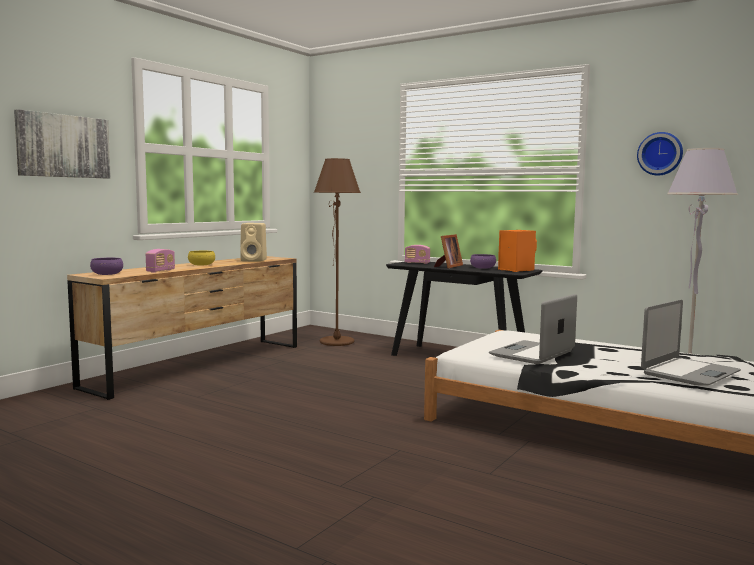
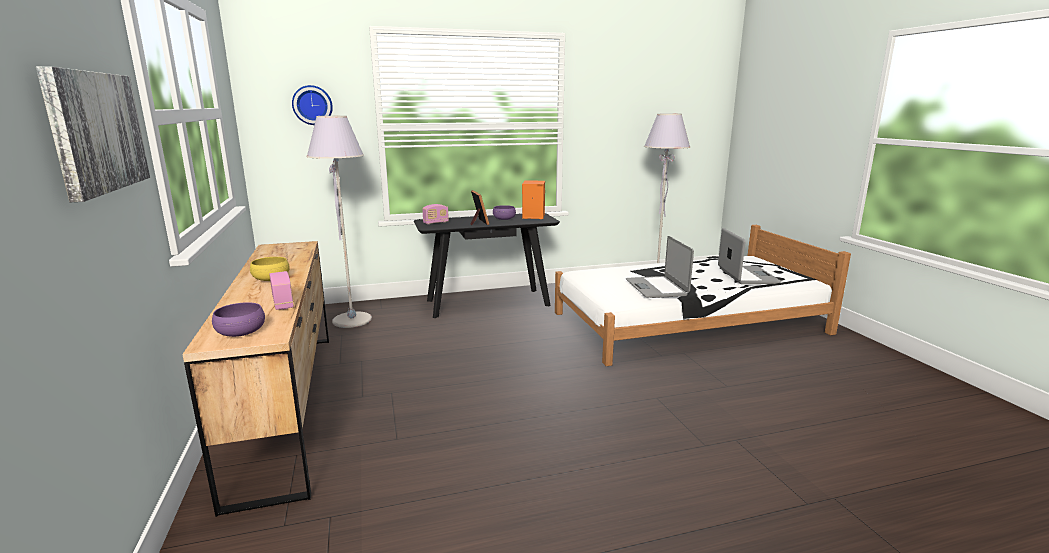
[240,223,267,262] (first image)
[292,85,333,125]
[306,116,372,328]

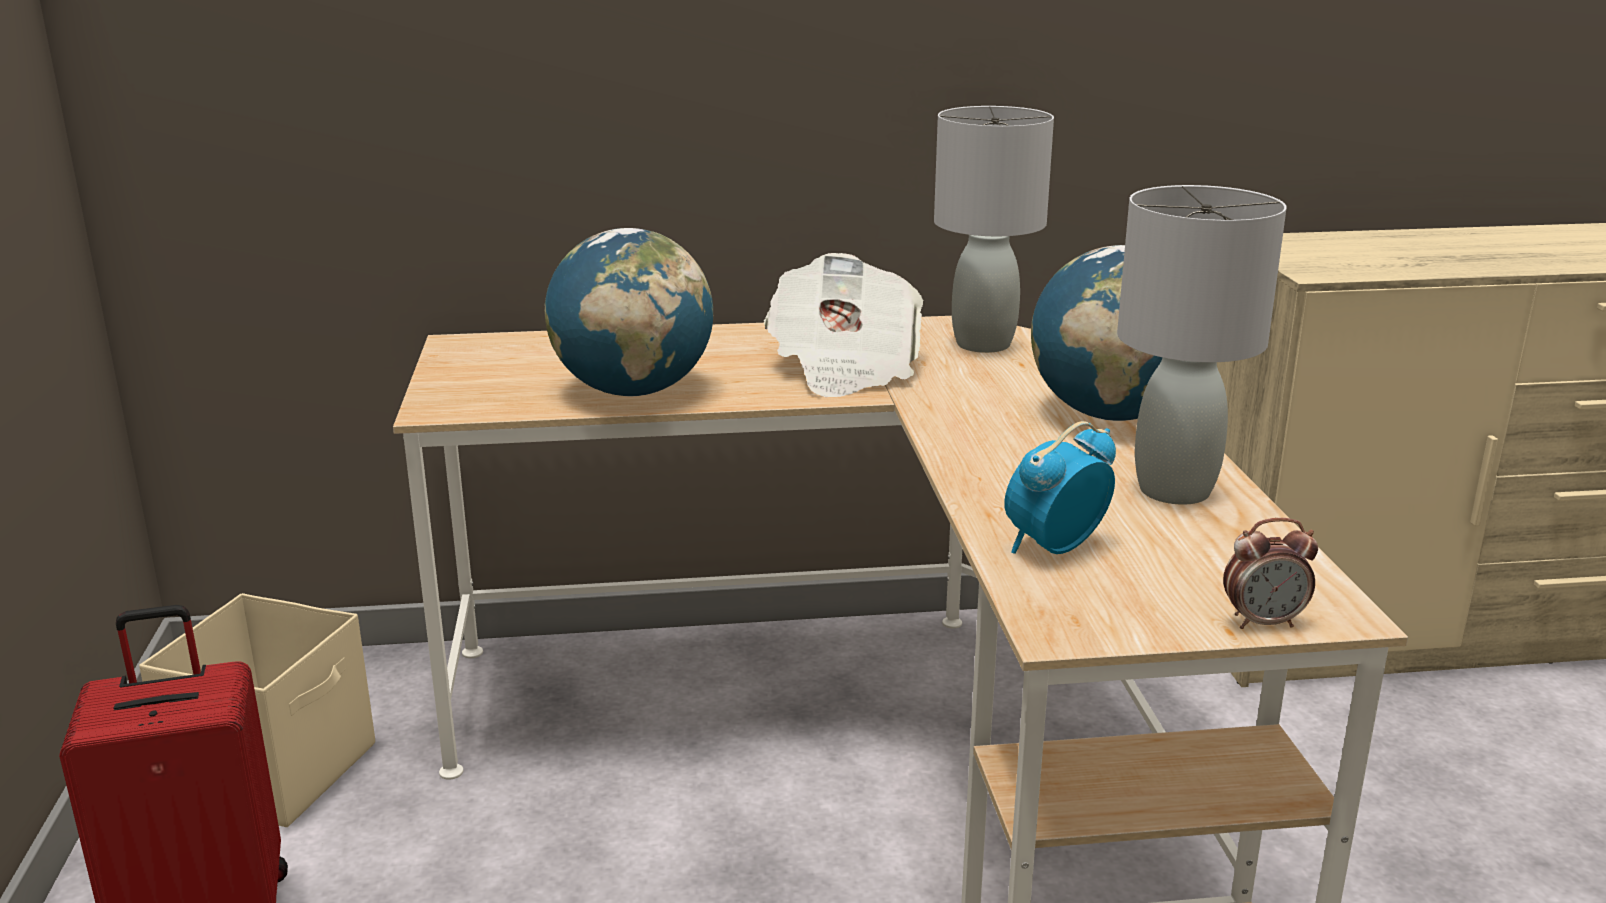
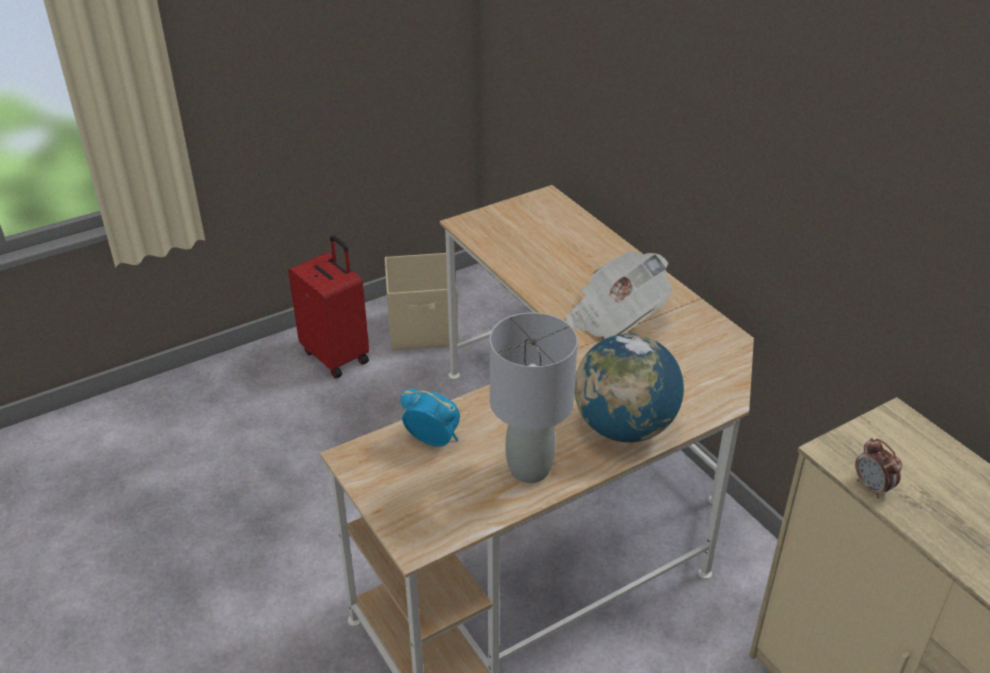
[545,228,713,397] (first image)
[934,106,1054,353] (first image)
[855,438,902,498]

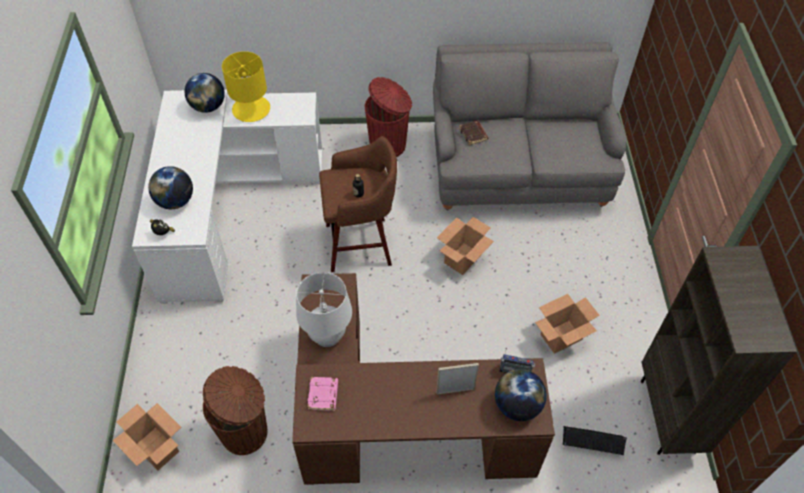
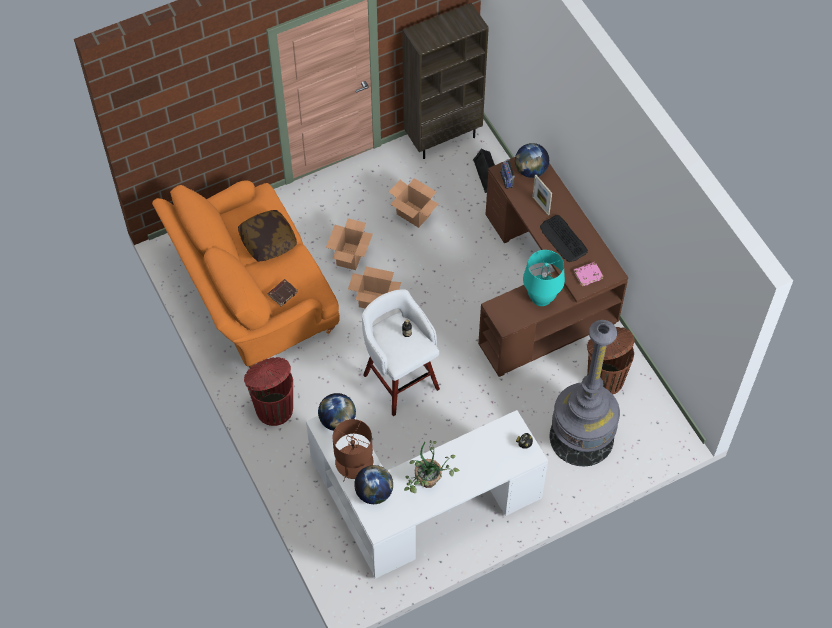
[238,210,297,262]
[404,440,459,493]
[540,215,588,262]
[550,320,620,467]
[326,218,373,270]
[318,393,356,431]
[332,419,373,481]
[523,250,565,306]
[362,289,440,416]
[152,180,339,369]

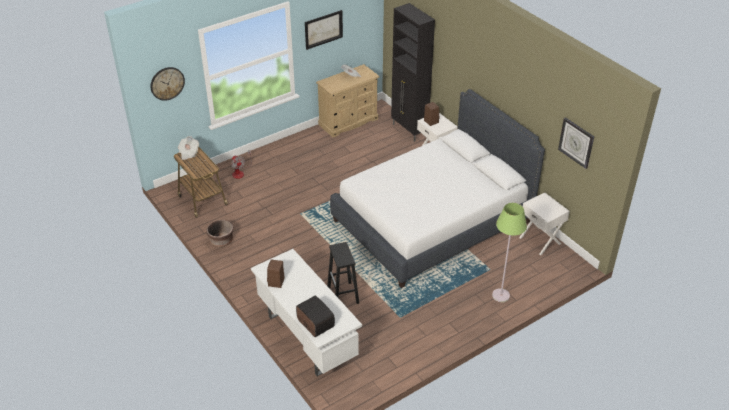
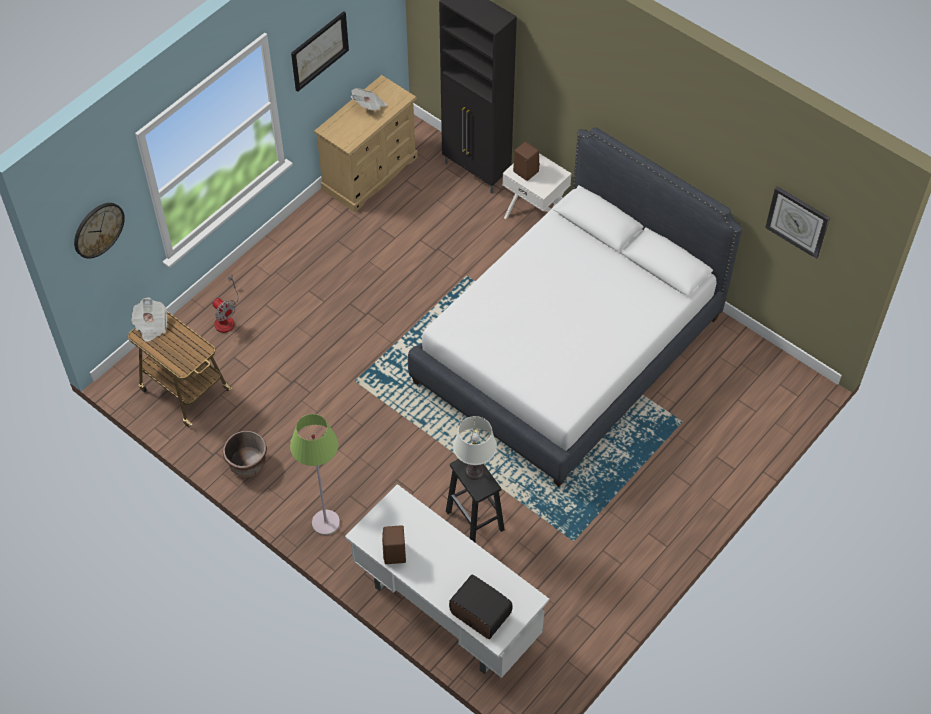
[519,192,570,255] (first image)
[453,416,497,480]
[290,414,340,535]

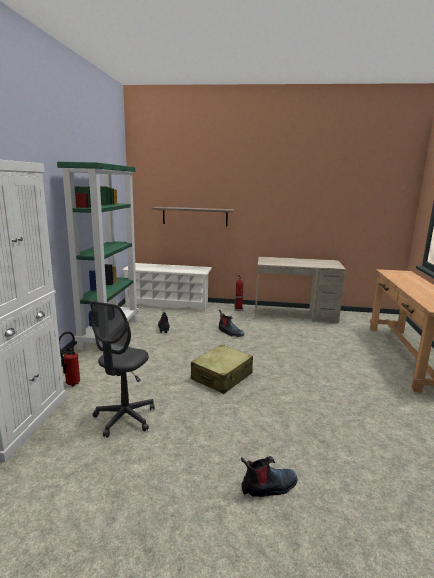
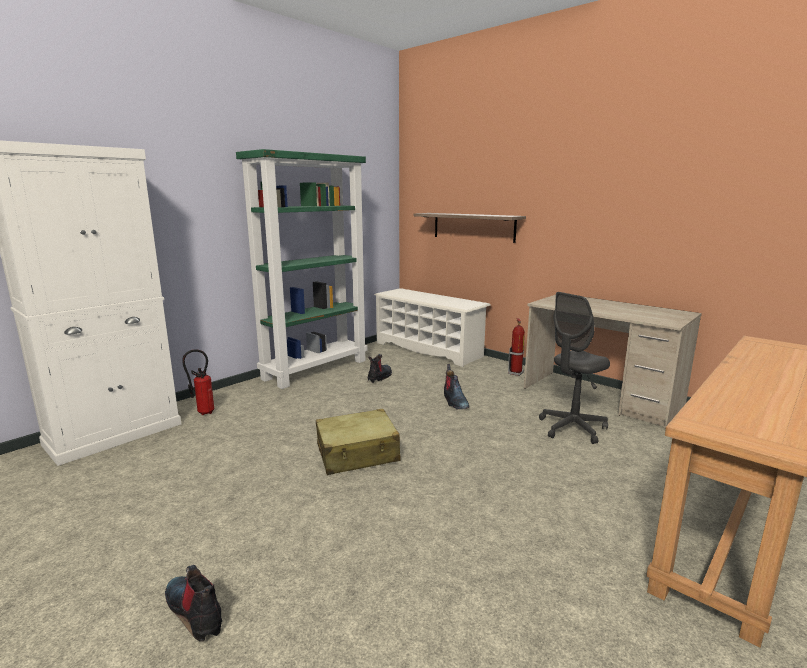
[539,292,610,444]
[165,565,222,642]

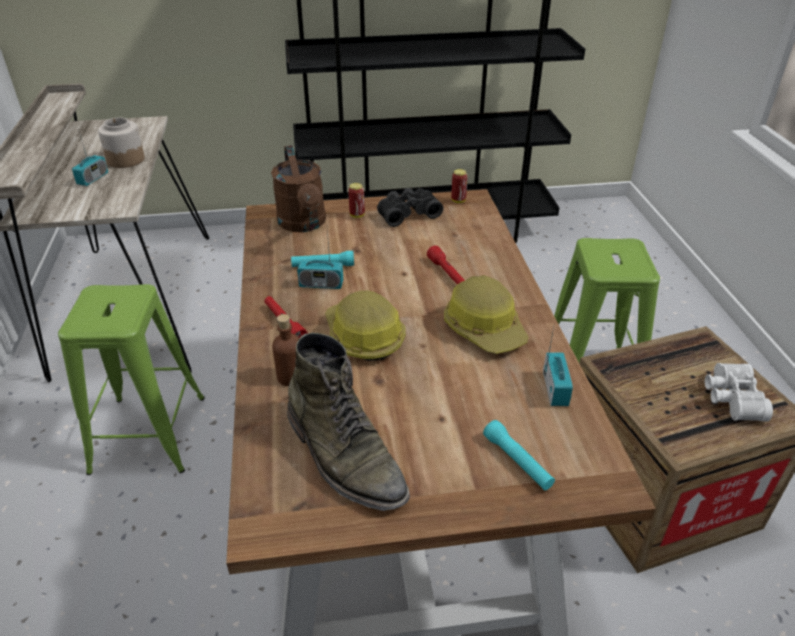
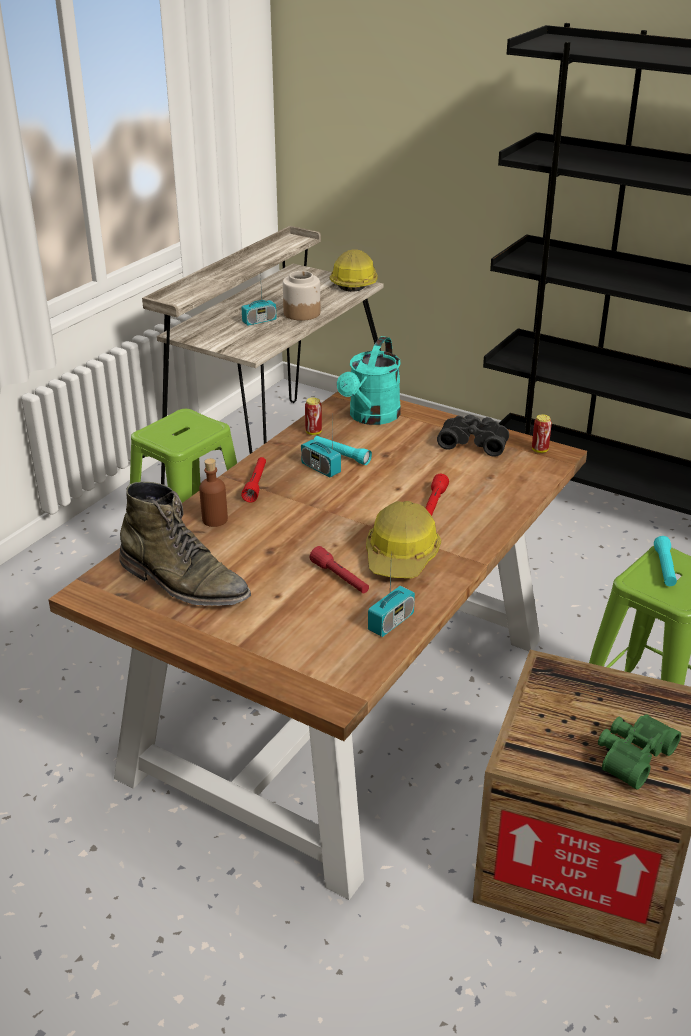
[310,546,369,593]
[330,249,378,292]
[305,398,322,435]
[654,536,677,586]
[337,336,401,425]
[598,714,681,790]
[119,482,251,606]

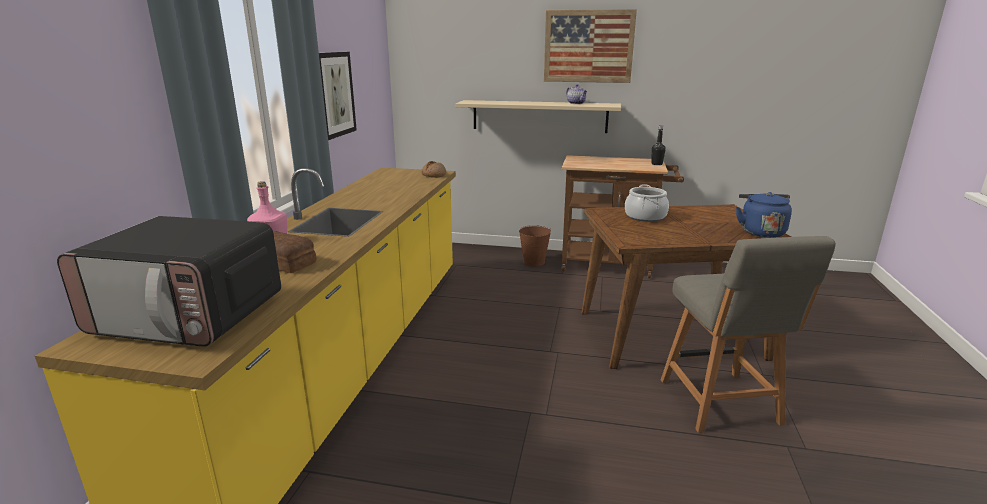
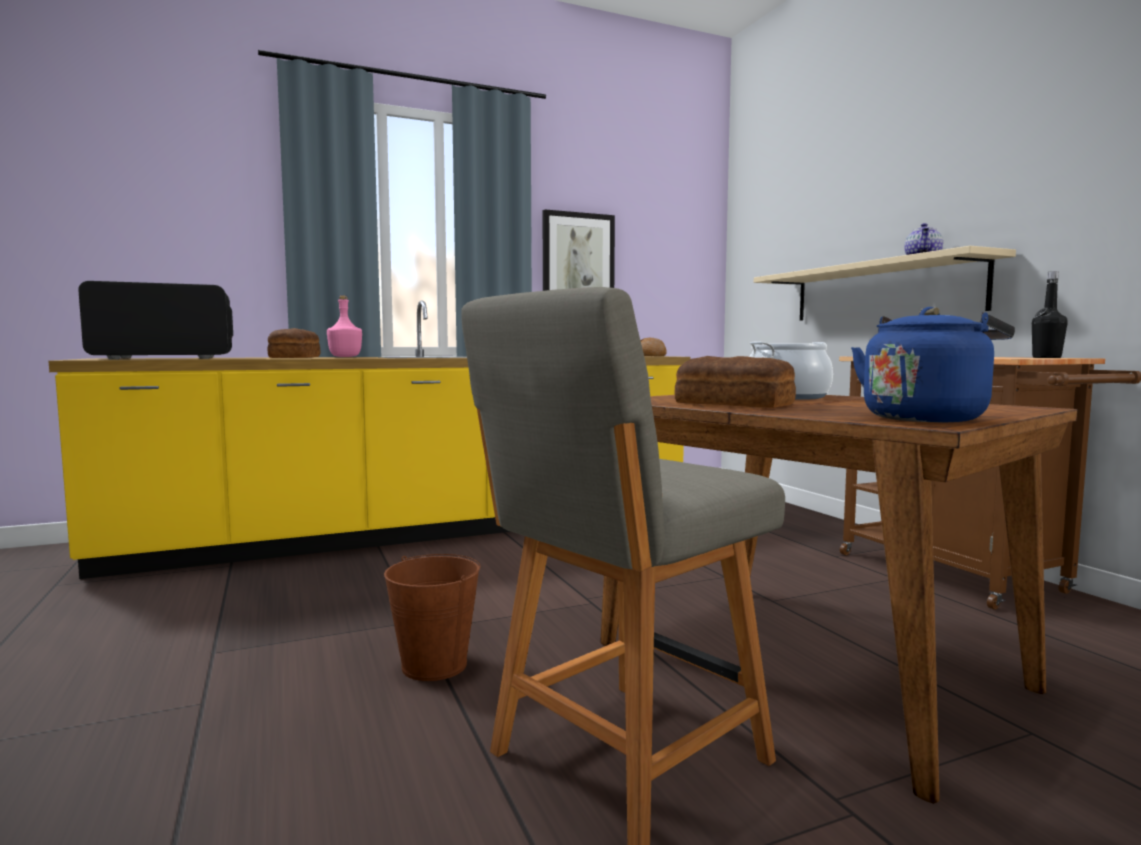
[544,9,637,83] (first image)
[675,356,796,408]
[384,554,480,681]
[78,281,233,359]

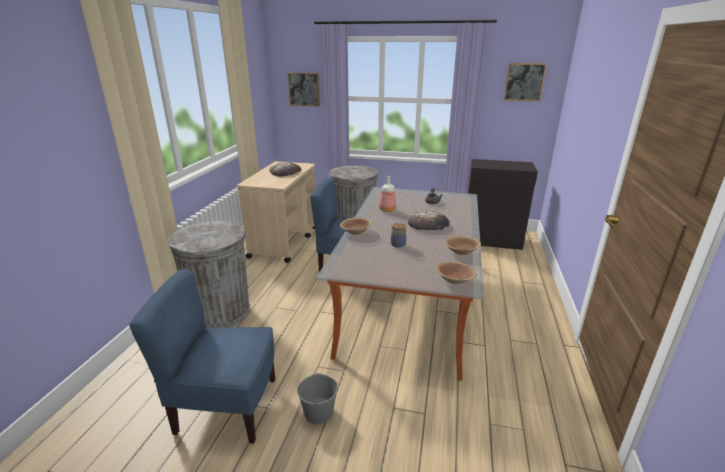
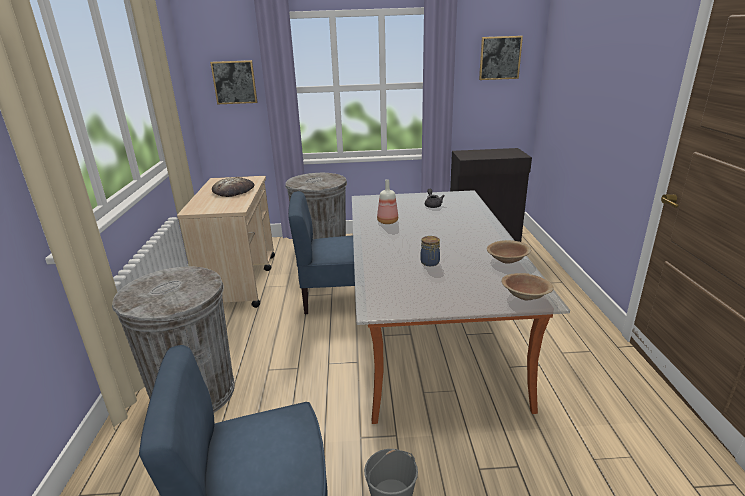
[340,217,372,235] (first image)
[408,210,450,230] (first image)

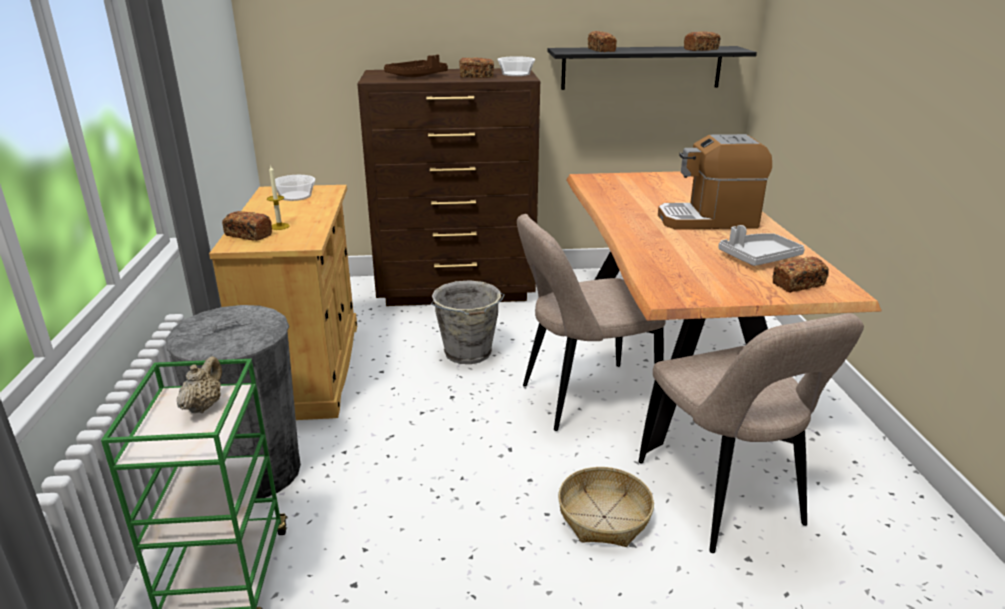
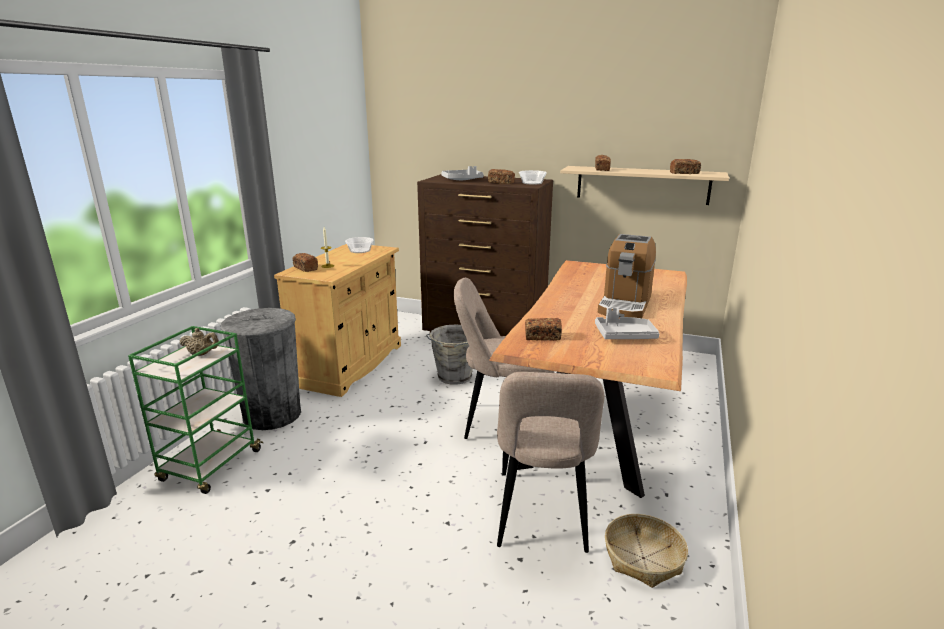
[605,514,688,588]
[525,318,562,341]
[441,166,484,180]
[560,166,729,205]
[179,328,219,356]
[598,234,656,318]

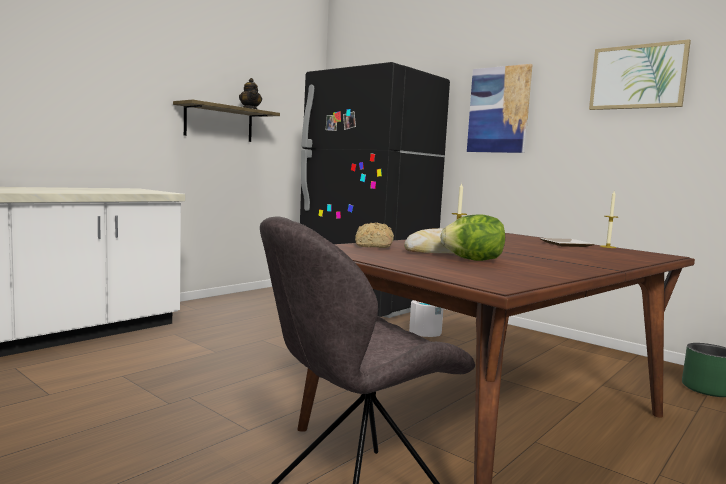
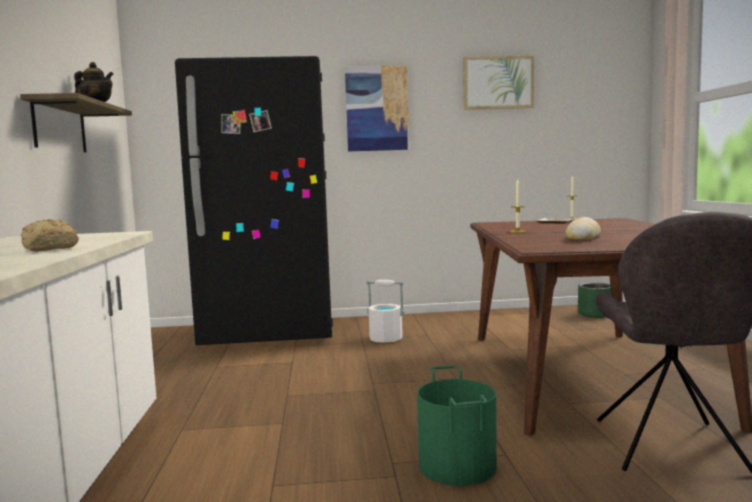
[440,214,505,261] (first image)
[417,365,497,486]
[21,219,79,252]

